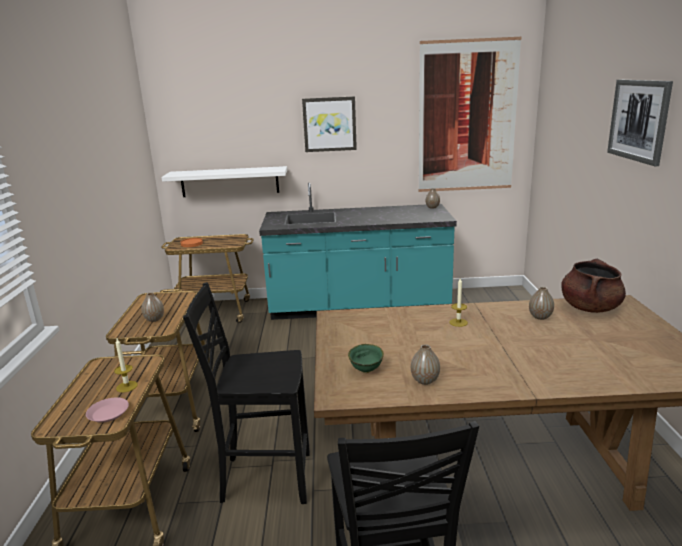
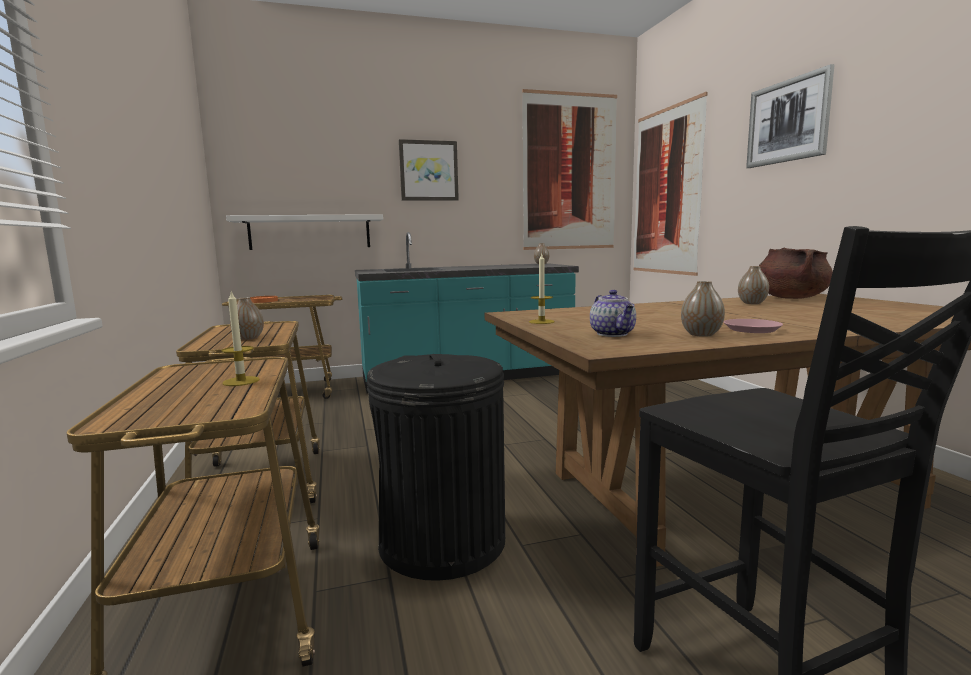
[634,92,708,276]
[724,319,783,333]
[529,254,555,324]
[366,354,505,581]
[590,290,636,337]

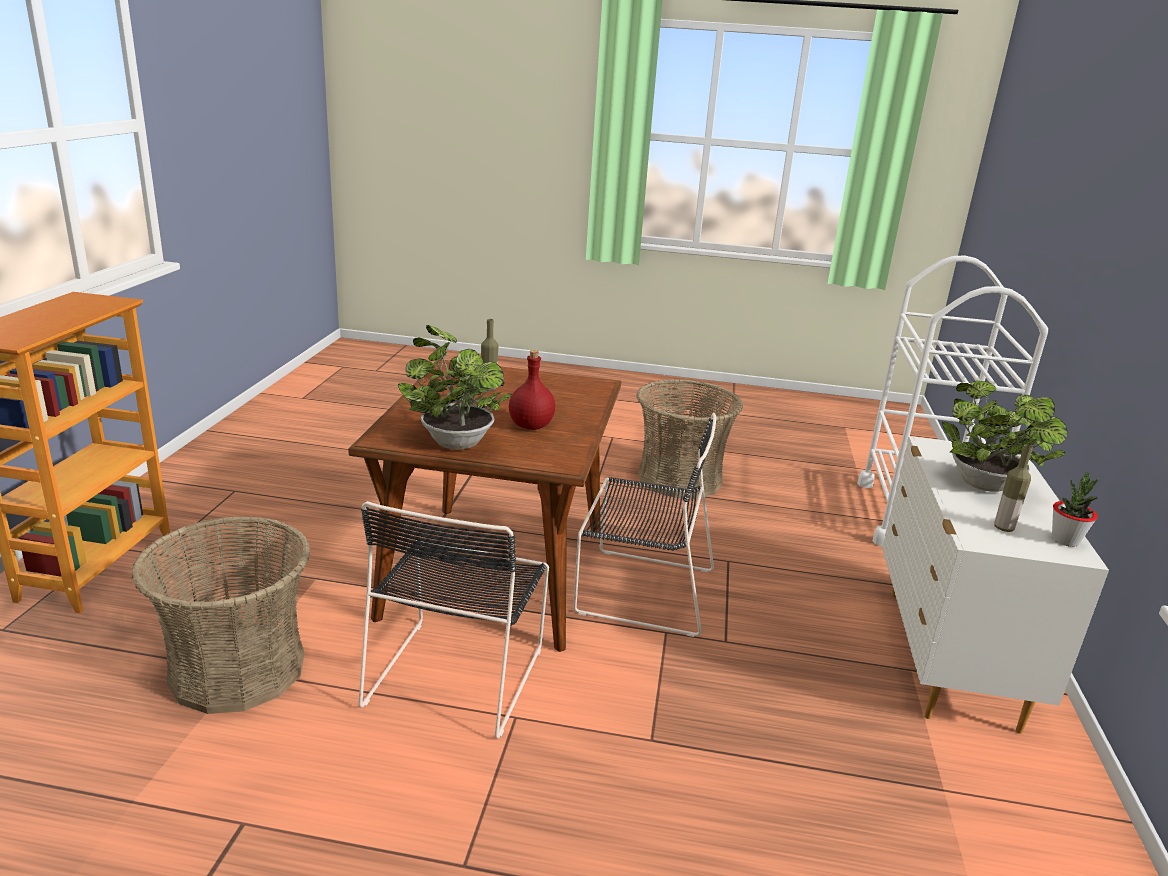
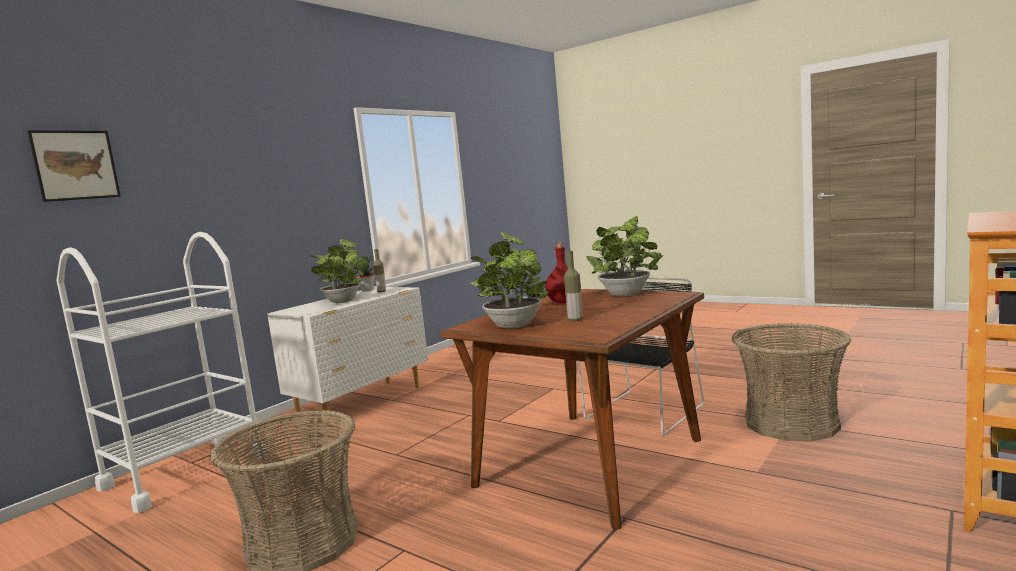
[573,413,716,637] (first image)
[27,130,121,202]
[469,232,549,329]

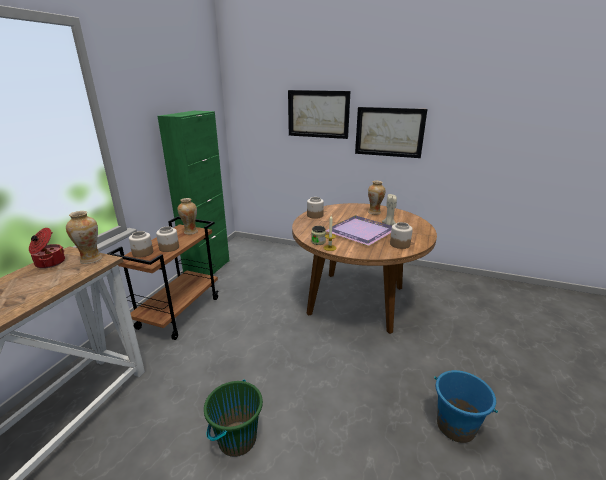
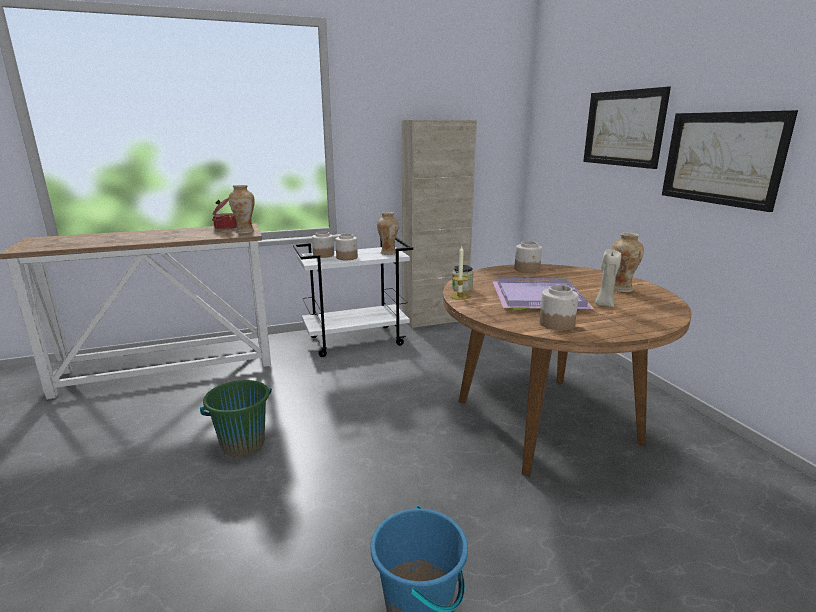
[293,237,413,357]
[402,120,477,329]

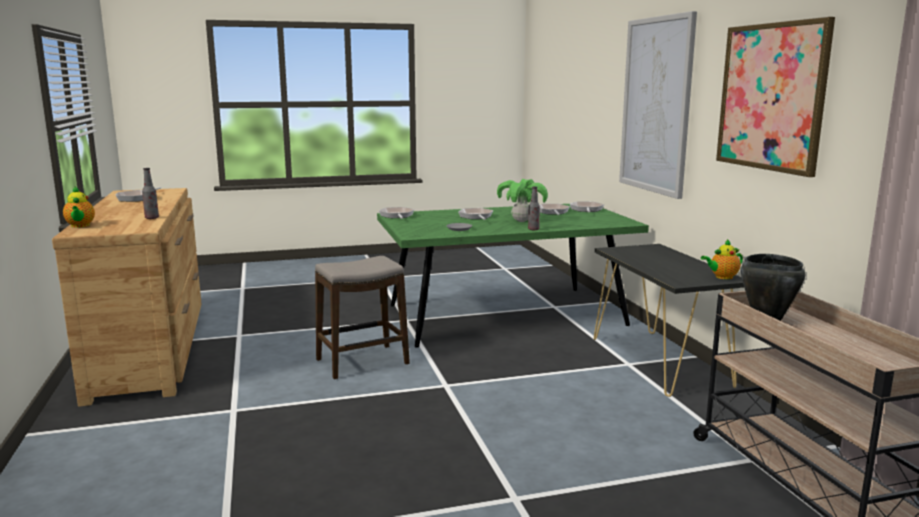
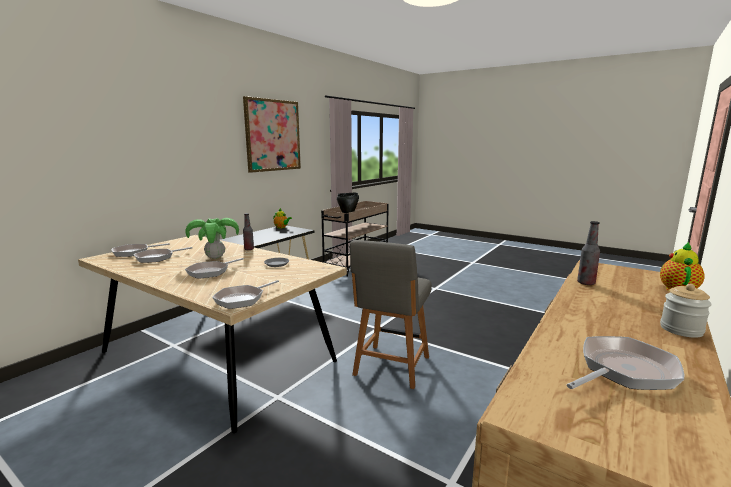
[619,11,697,199] (first image)
[660,284,712,338]
[350,240,432,389]
[78,235,347,433]

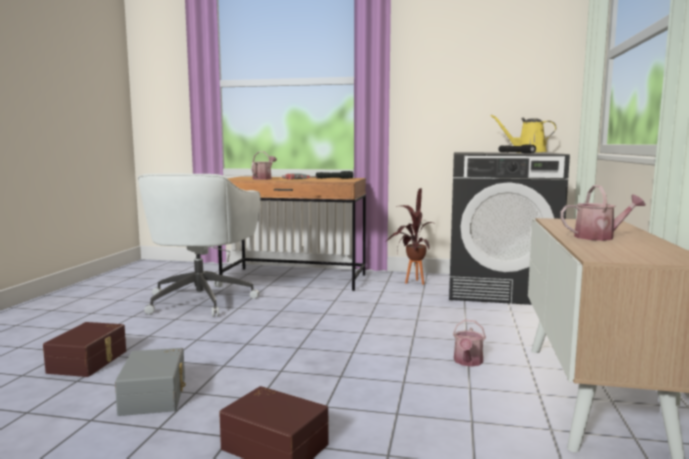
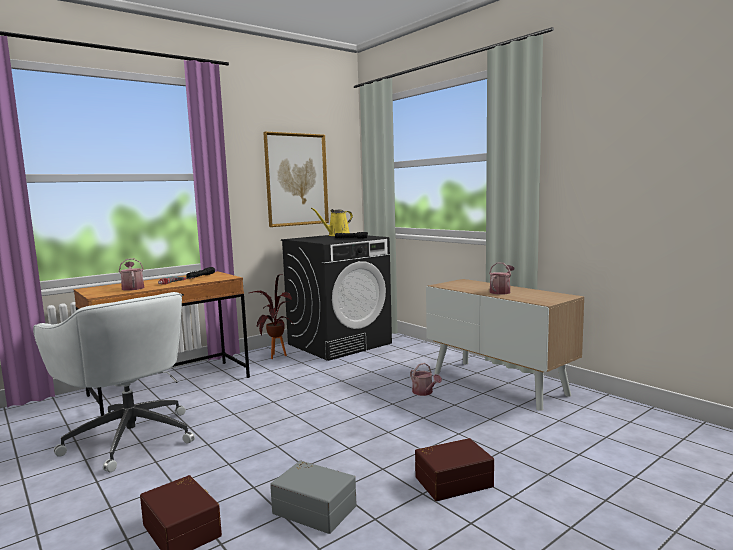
[263,131,329,227]

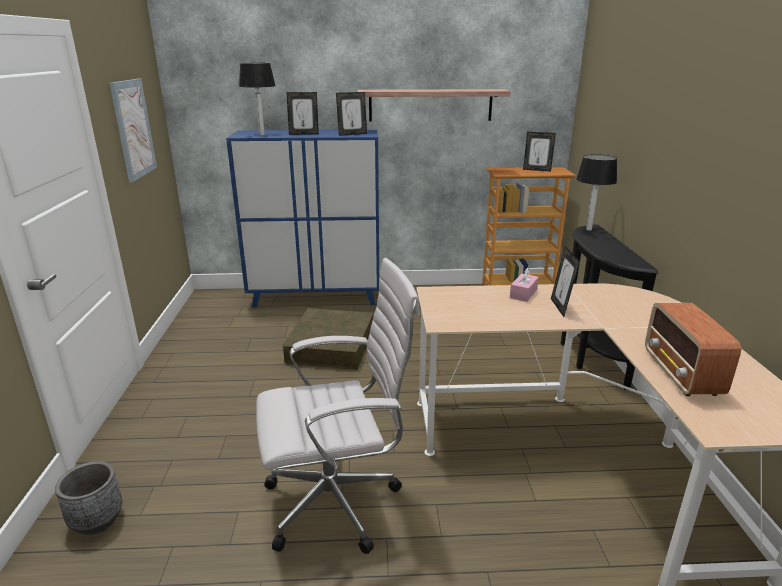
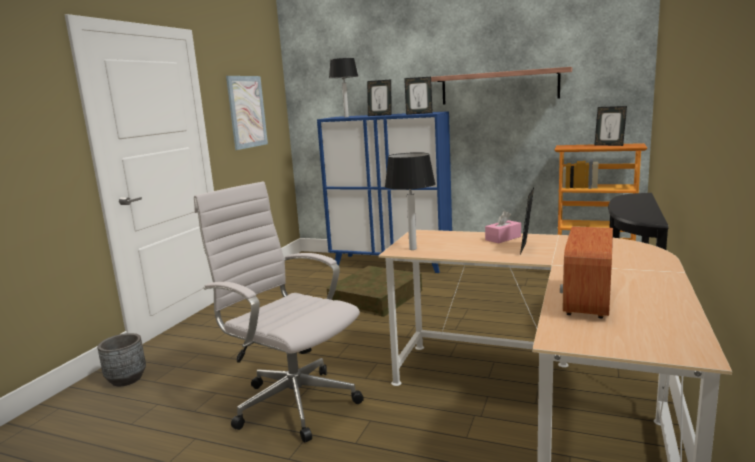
[385,152,436,250]
[194,182,364,442]

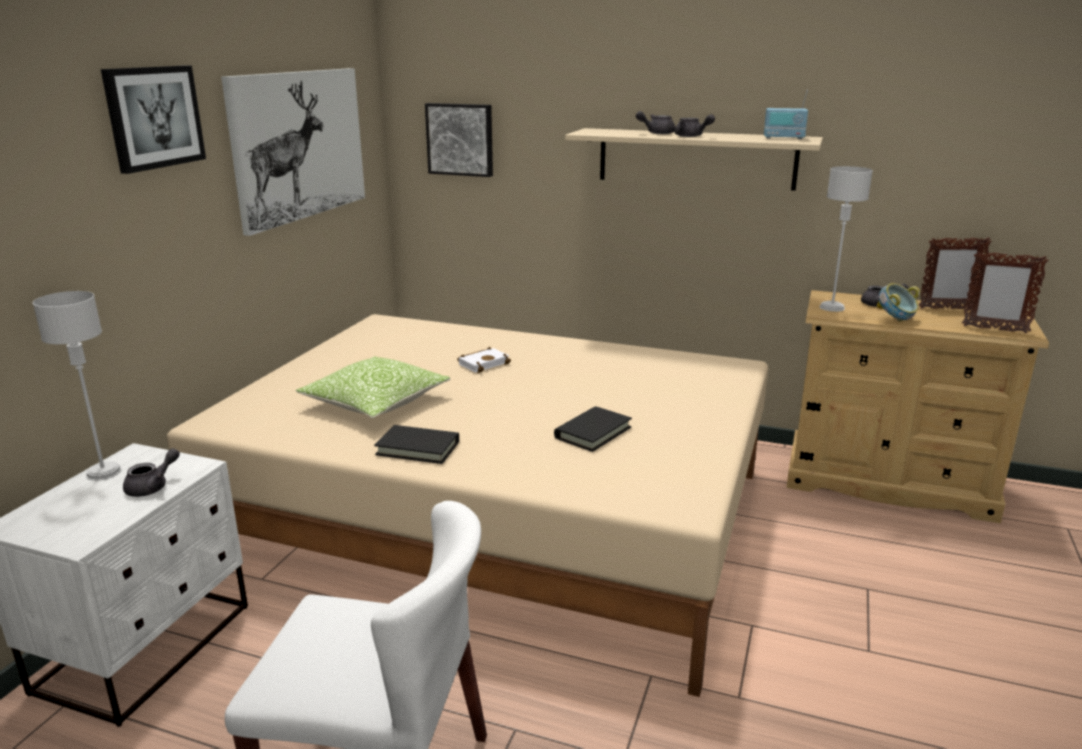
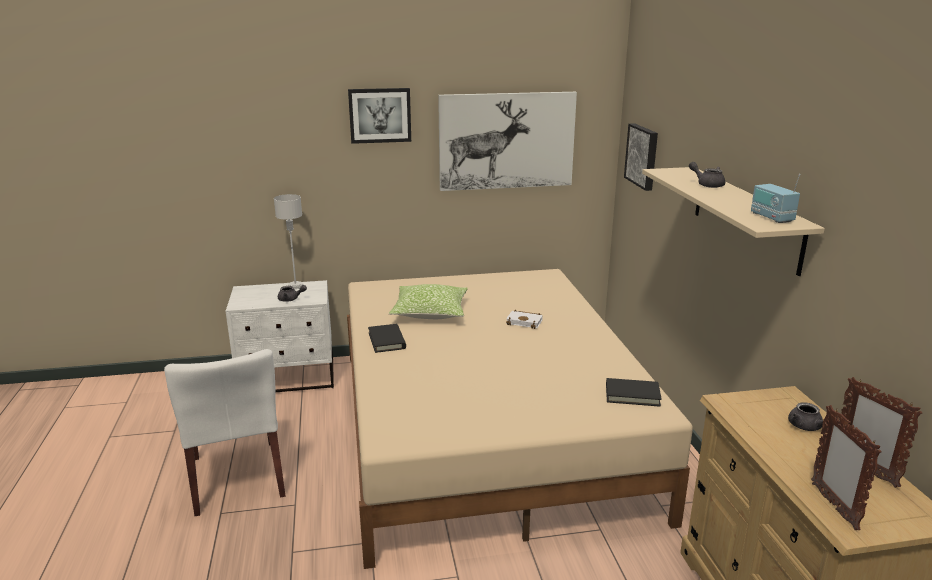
[675,114,715,137] (first image)
[819,166,873,312] (first image)
[877,283,920,322] (first image)
[606,378,662,407]

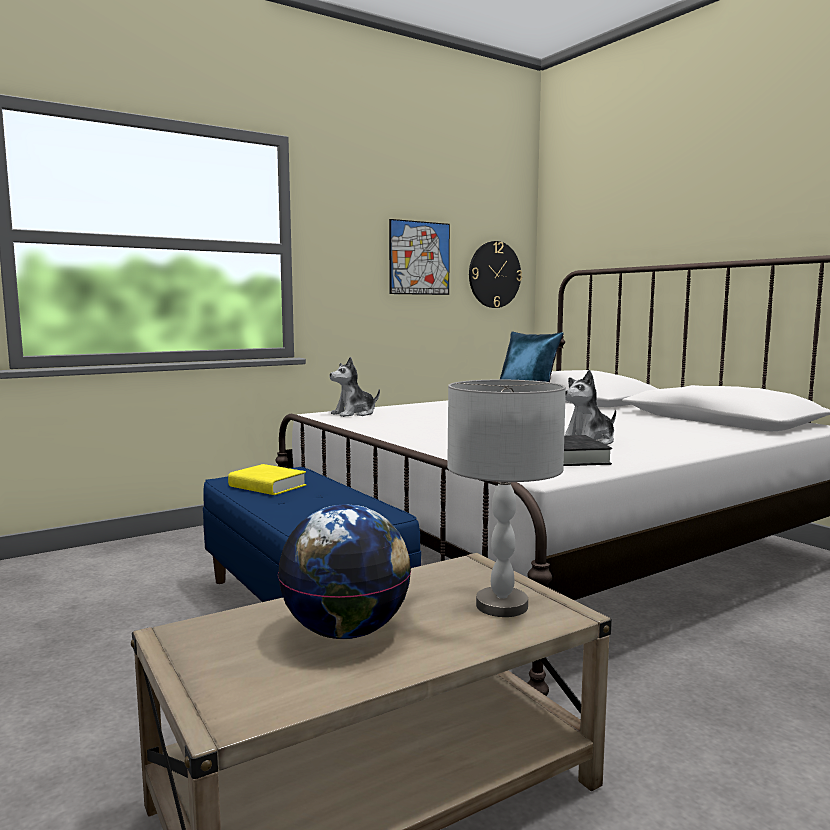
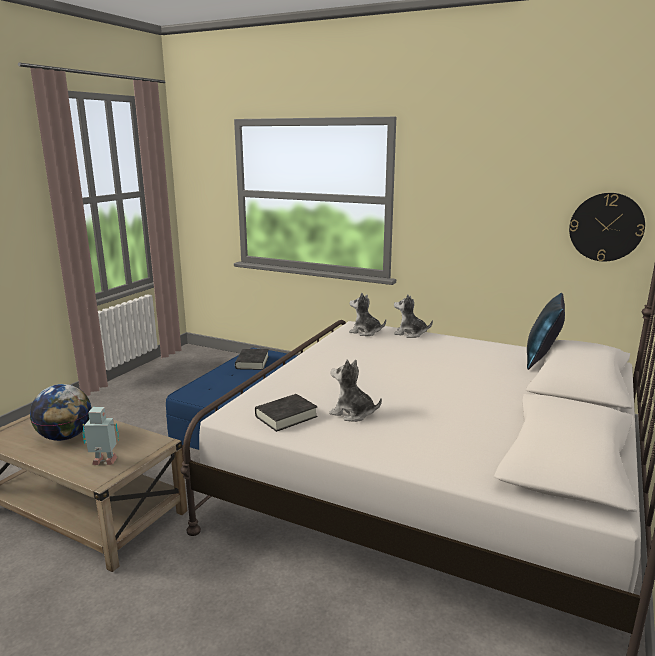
[389,219,450,295] (first image)
[394,294,433,338]
[82,407,119,465]
[235,349,269,370]

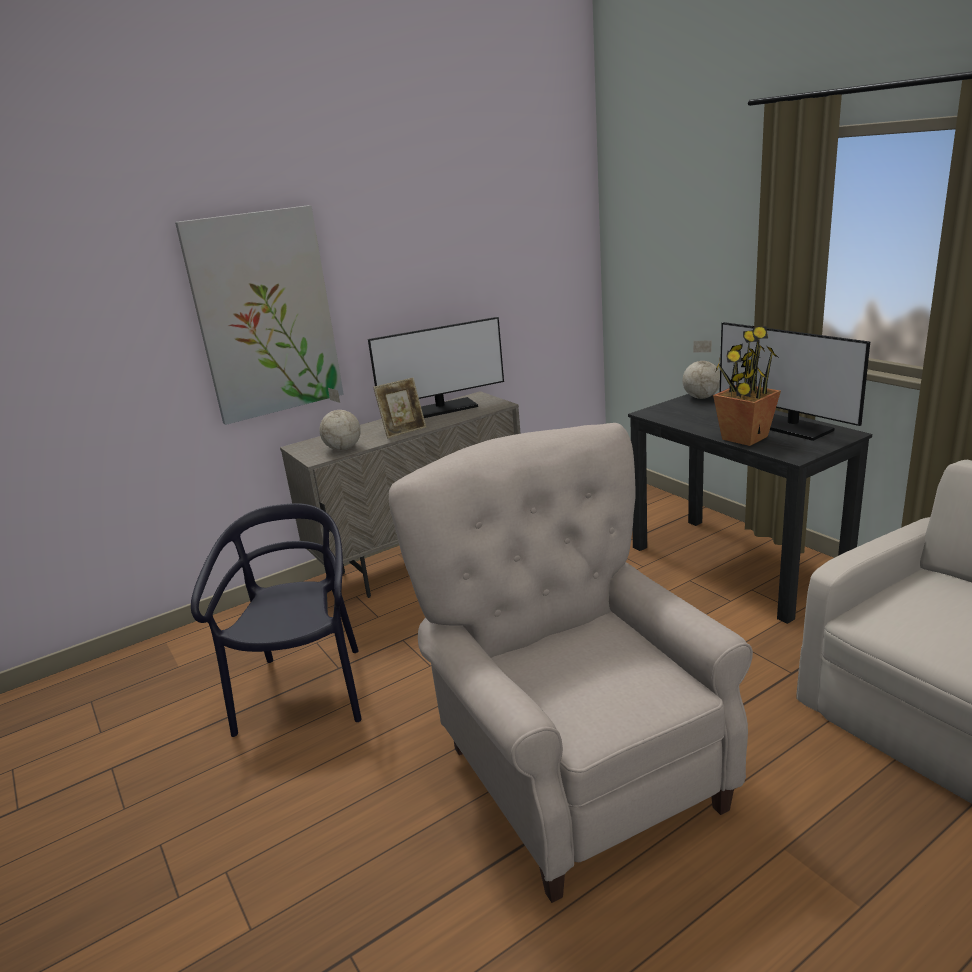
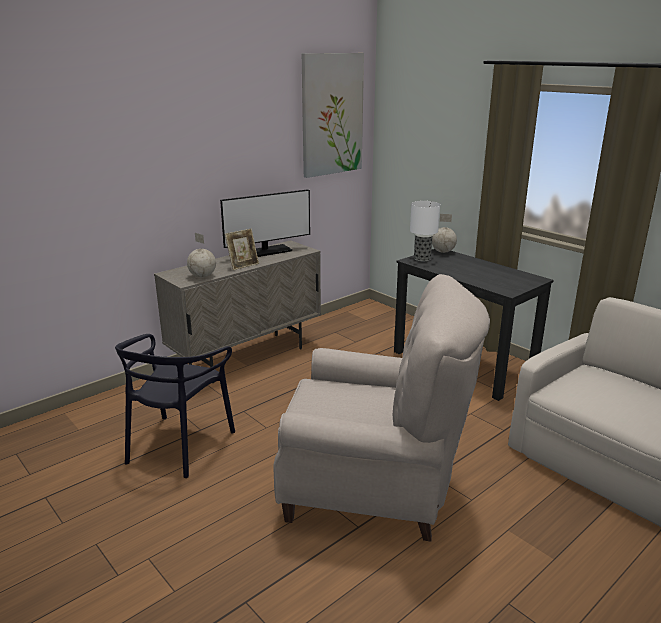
[713,326,781,446] (first image)
[720,322,870,441] (first image)
[410,201,440,261]
[302,53,364,178]
[115,334,235,478]
[273,274,490,542]

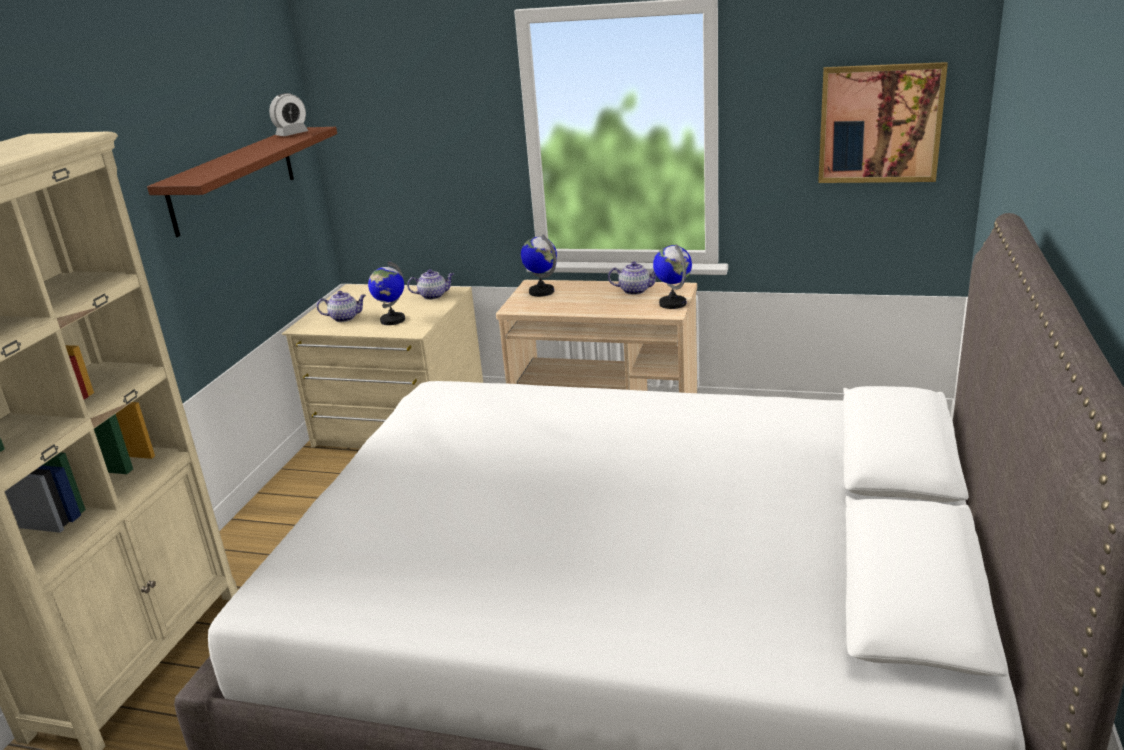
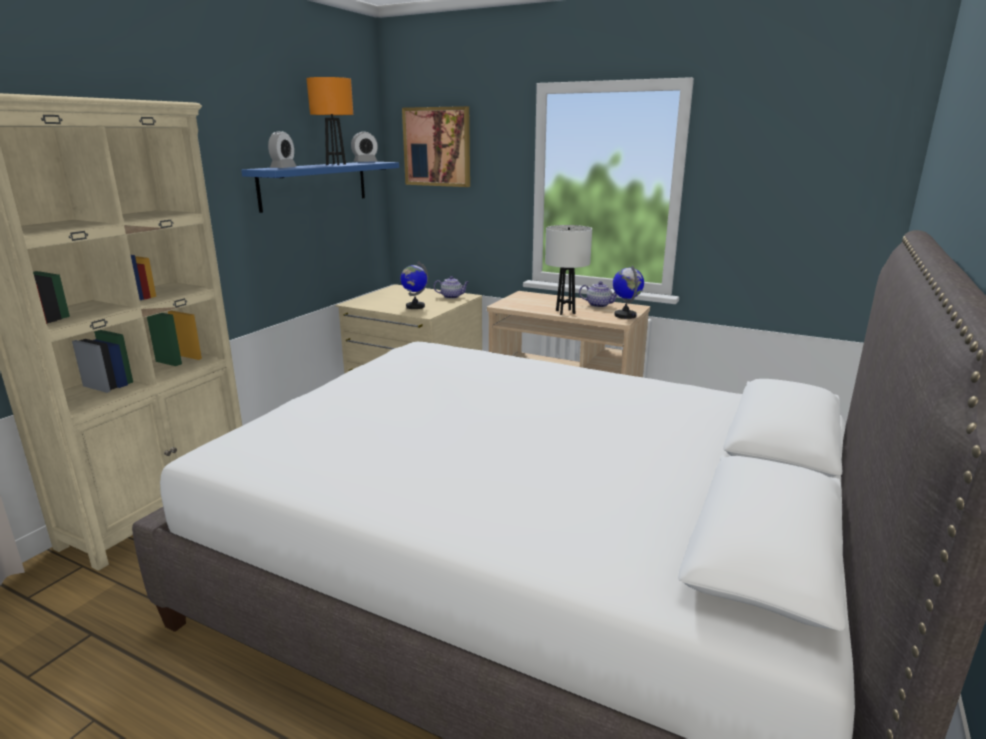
[317,291,366,322] (first image)
[521,234,557,297] (first image)
[268,131,297,168]
[306,77,353,165]
[545,225,592,315]
[402,106,470,187]
[241,162,399,213]

